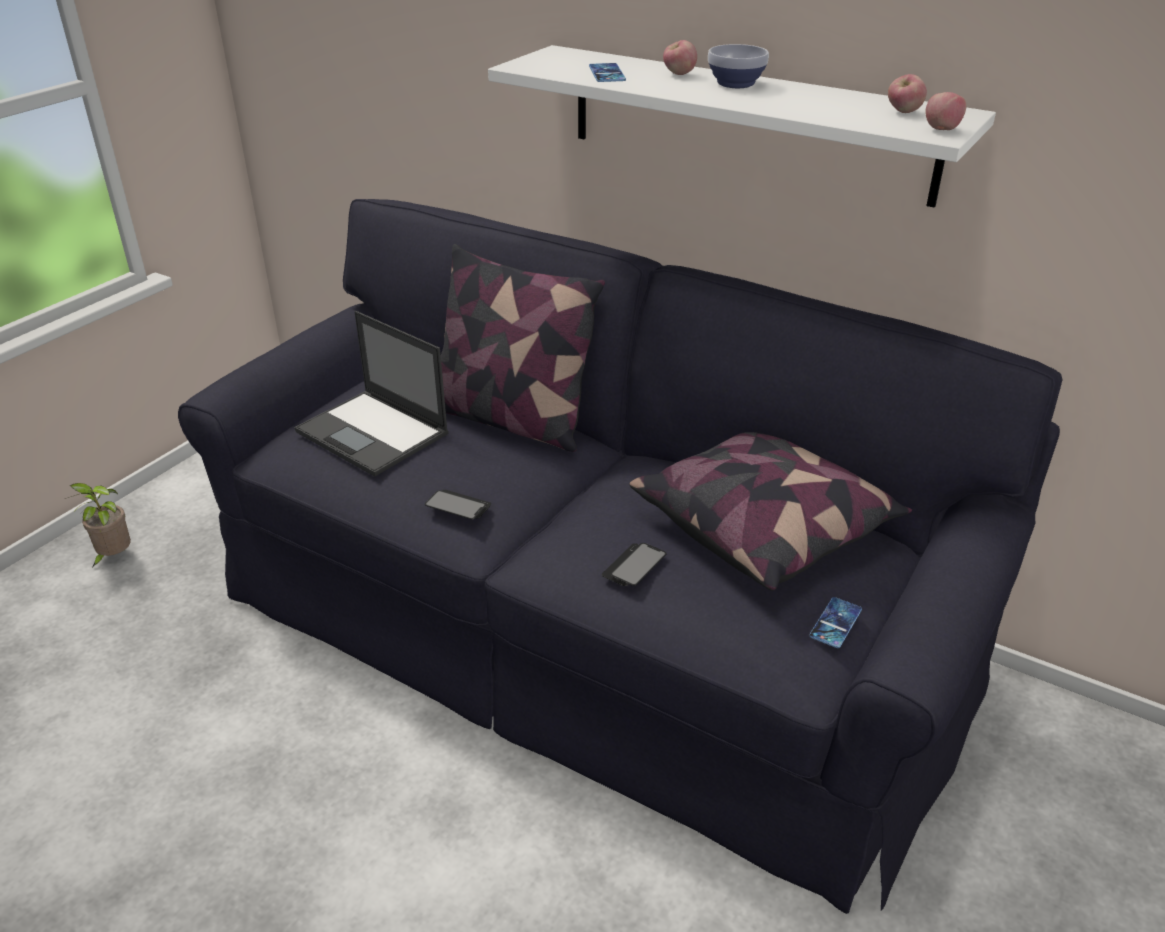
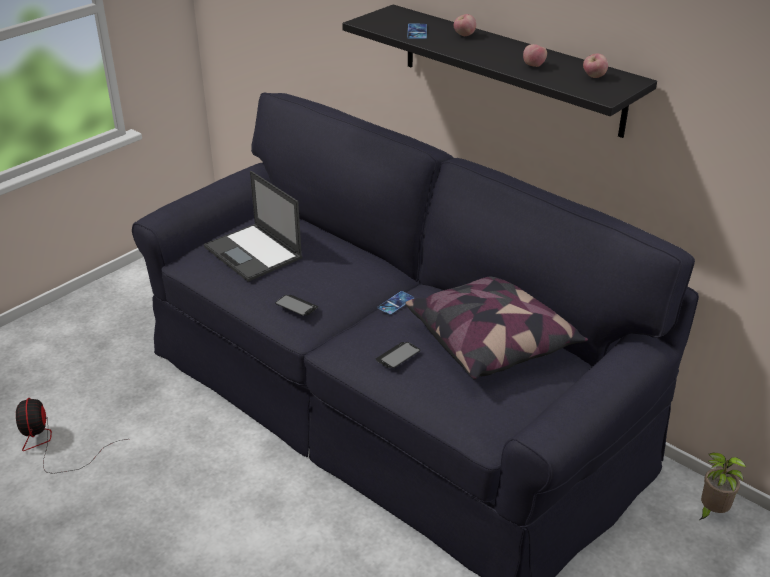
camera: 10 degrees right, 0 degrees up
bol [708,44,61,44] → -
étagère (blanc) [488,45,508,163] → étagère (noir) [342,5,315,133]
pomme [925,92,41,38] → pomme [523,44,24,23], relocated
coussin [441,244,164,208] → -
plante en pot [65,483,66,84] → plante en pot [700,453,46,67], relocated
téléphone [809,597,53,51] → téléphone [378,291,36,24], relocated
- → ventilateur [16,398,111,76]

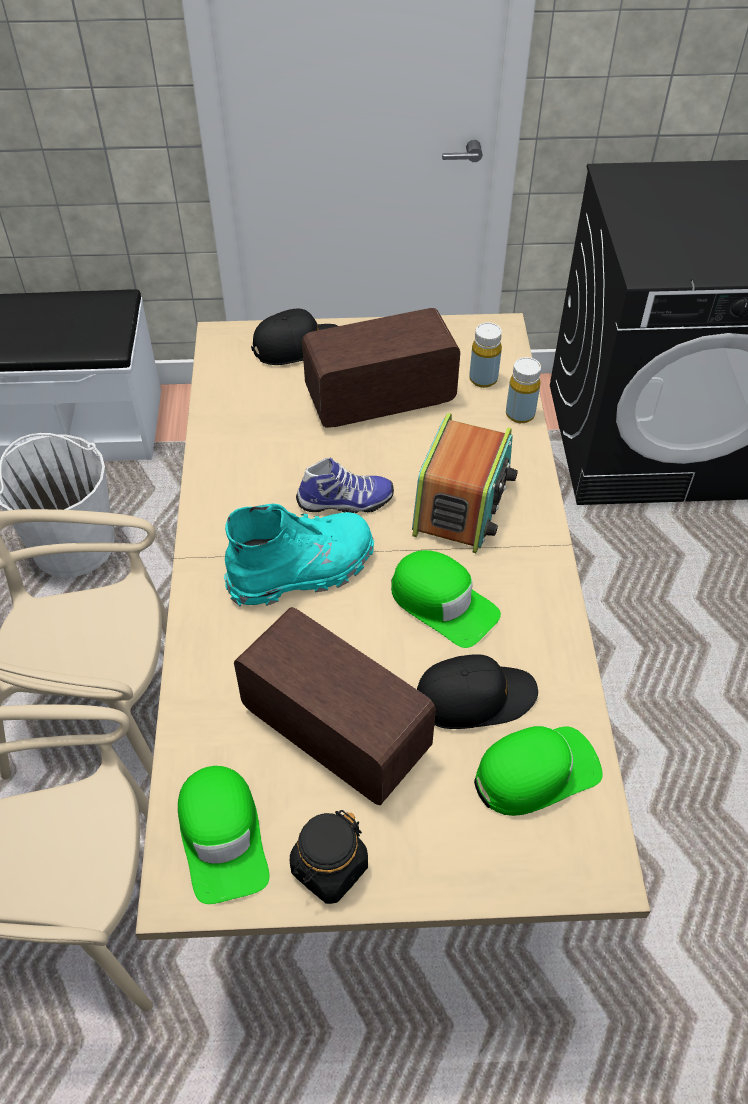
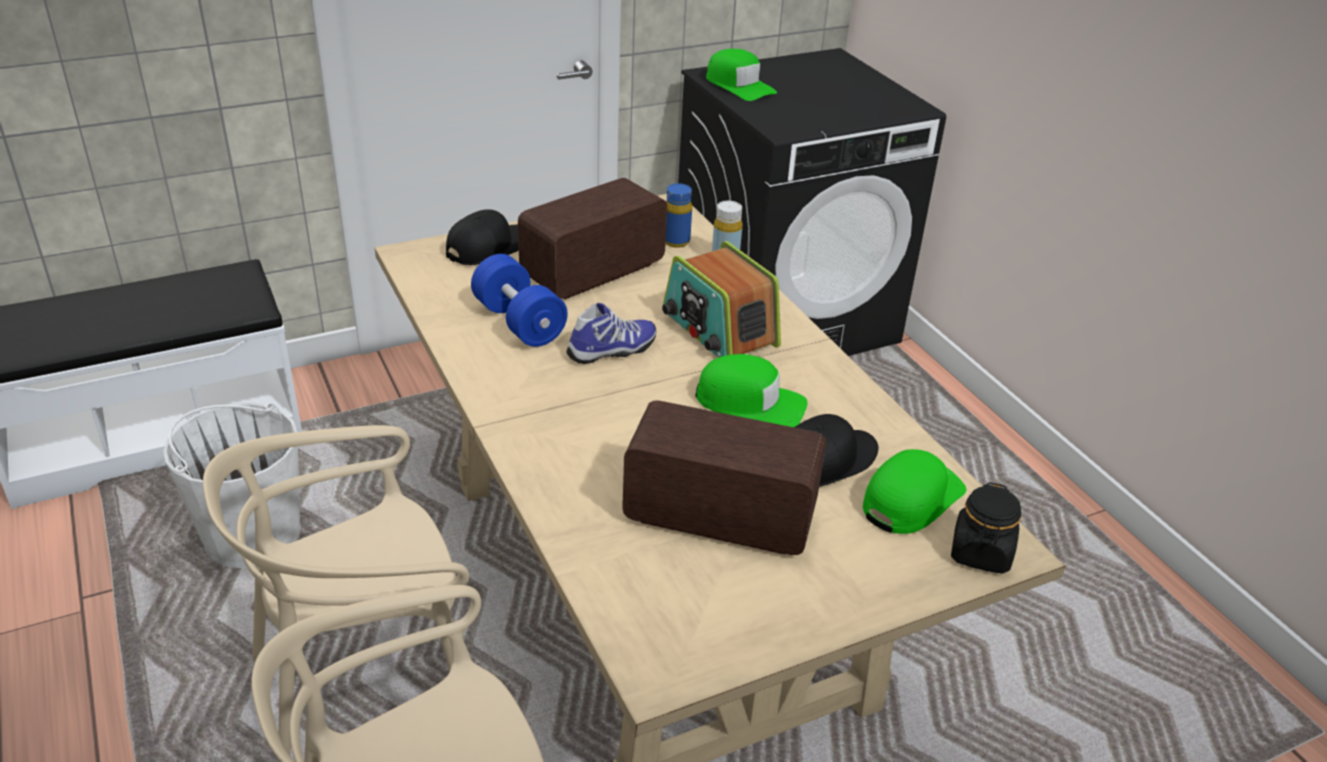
camera: 25 degrees left, 15 degrees down
bouteille (jaune) [469,322,33,66] → bouteille (bleu) [666,183,26,65]
radio [412,413,106,140] → radio [662,241,119,117], 150 degrees clockwise
botte (turquoise) [224,504,150,102] → -
casquette (vert) [178,766,91,138] → casquette (vert) [706,49,71,52], relocated
bocal (noir) [290,810,78,94] → bocal (noir) [951,482,70,92], relocated
- → haltère (bleu) [471,254,97,93]

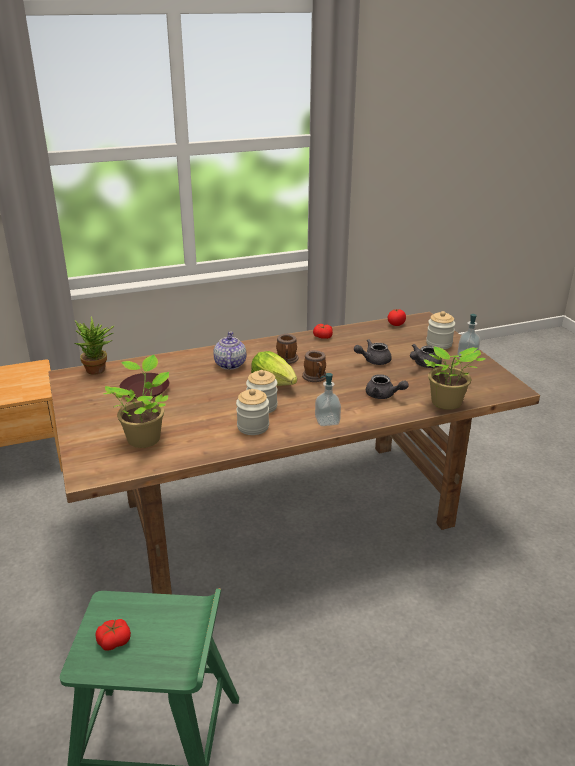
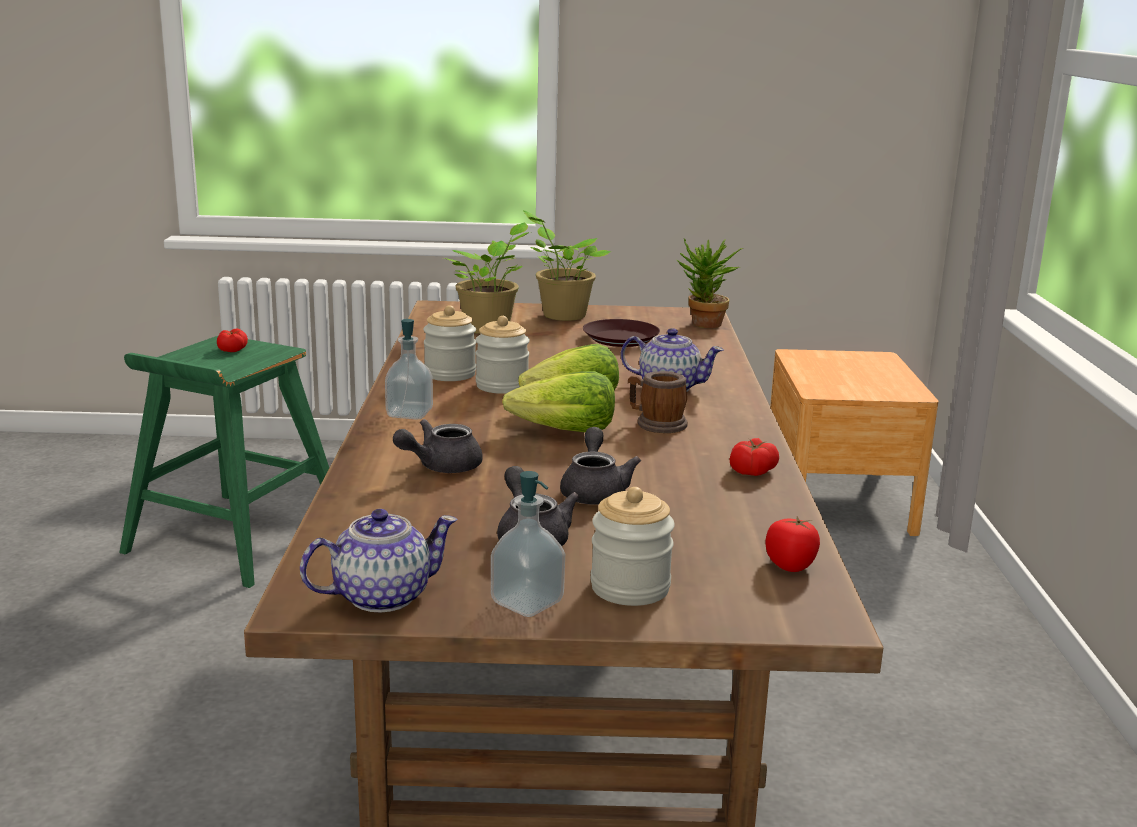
camera: 110 degrees right, 10 degrees down
plante en pot [424,347,61,63] → plante en pot [523,210,88,111], relocated
mug [302,350,24,32] → laitue [502,371,113,61]
- → théière [300,509,158,103]

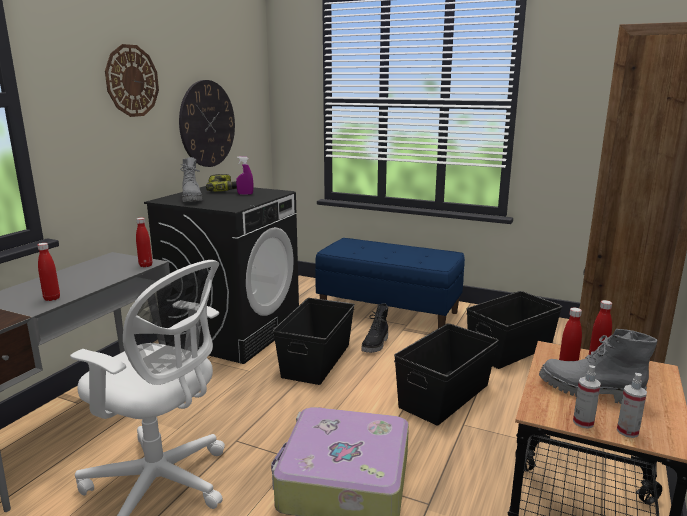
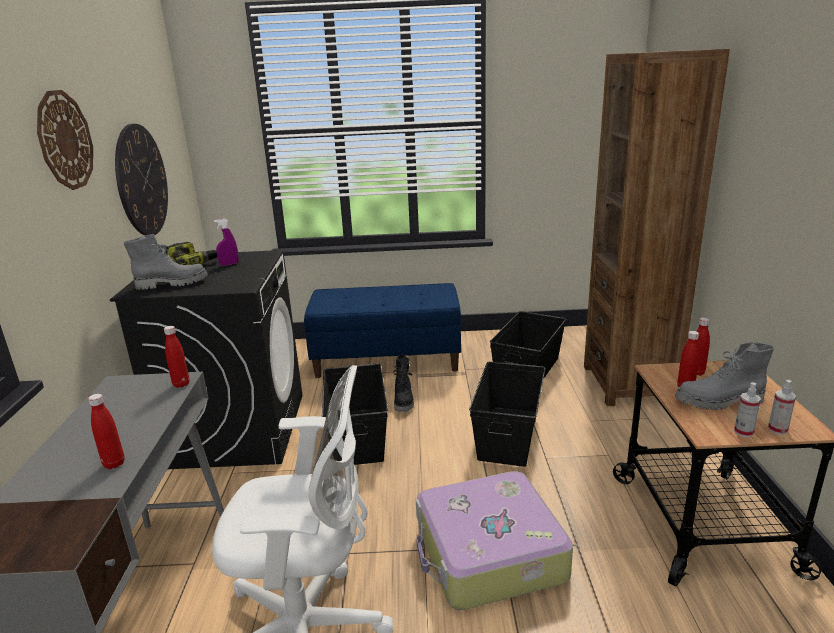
camera: 25 degrees left, 5 degrees up
botte (gris) [180,157,23,45] → botte (gris) [124,234,84,56], 60 degrees counterclockwise

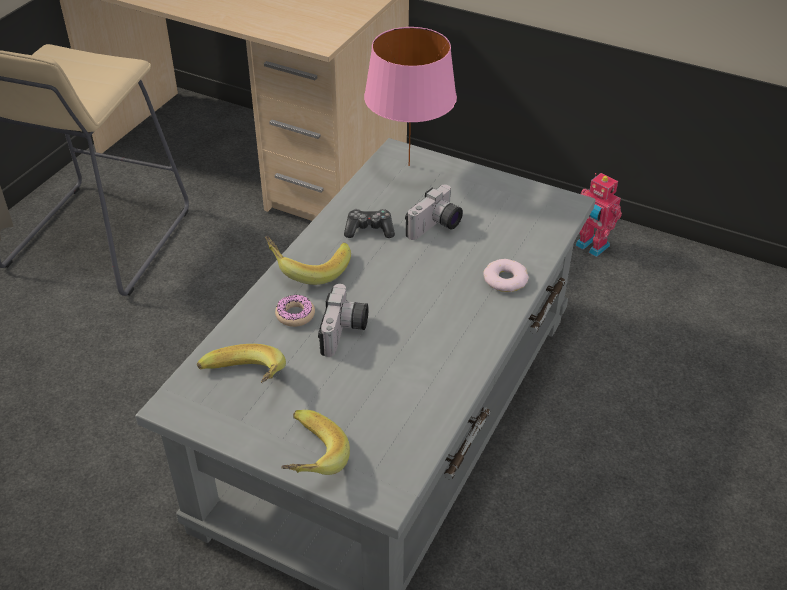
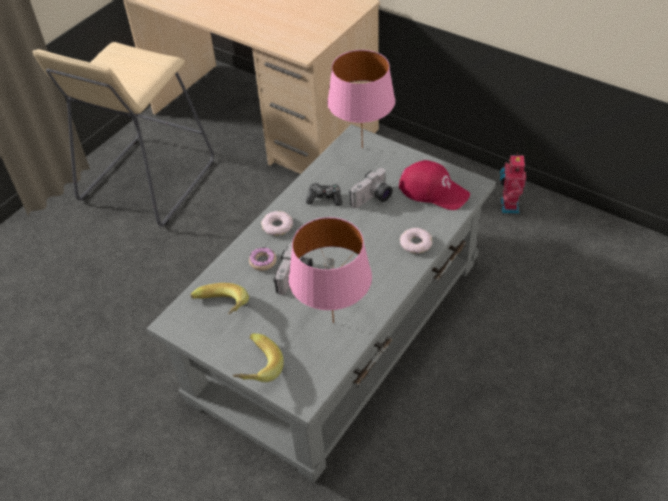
camera: 10 degrees right, 5 degrees up
robot jouet [575,173,47,84] → robot jouet [500,153,26,61], 45 degrees clockwise
banane [265,236,86,49] → beignet [261,211,32,25]
- → casquette (rouge) [399,160,71,50]
- → lampe de table (rose) [289,217,83,106]

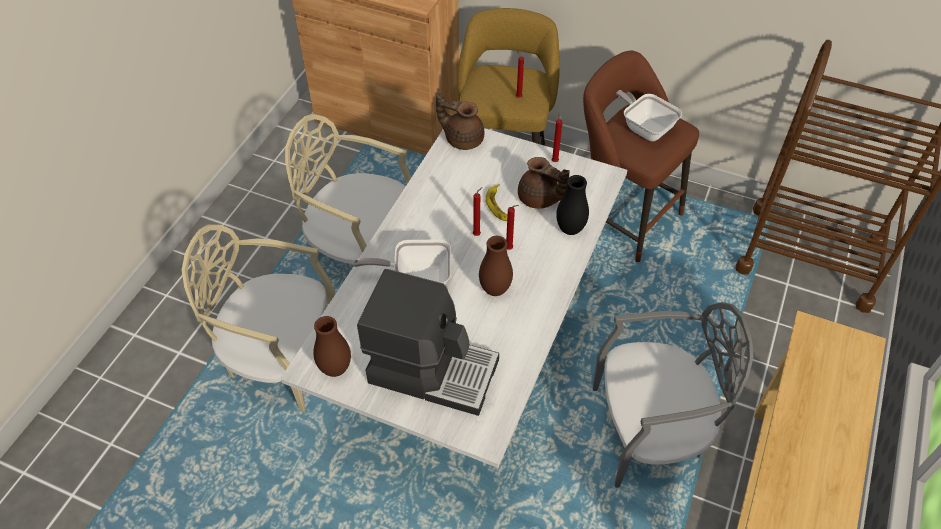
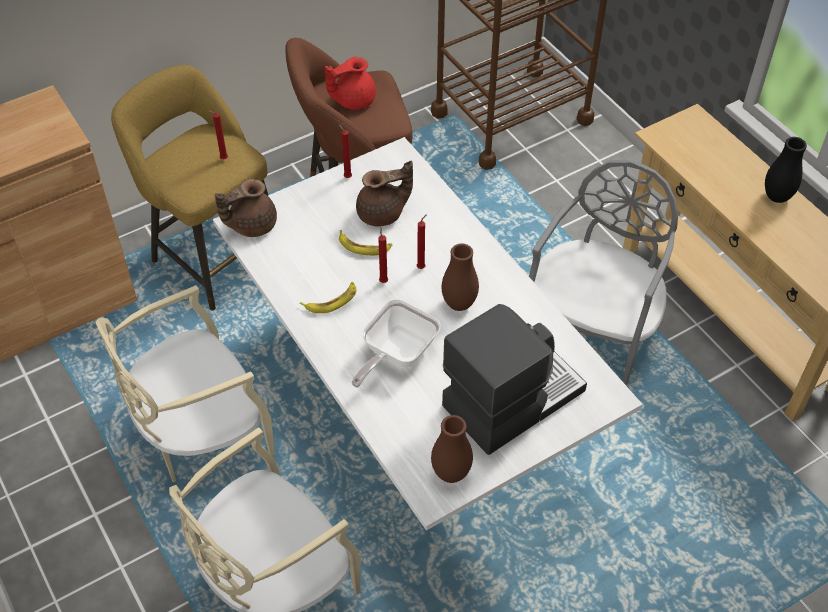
camera: 55 degrees left, 0 degrees up
poêle [616,90,66,51] → théière (rouge) [325,57,51,52]
vase (noir) [556,175,33,60] → vase (noir) [765,137,42,66], relocated
- → banane [300,282,56,31]

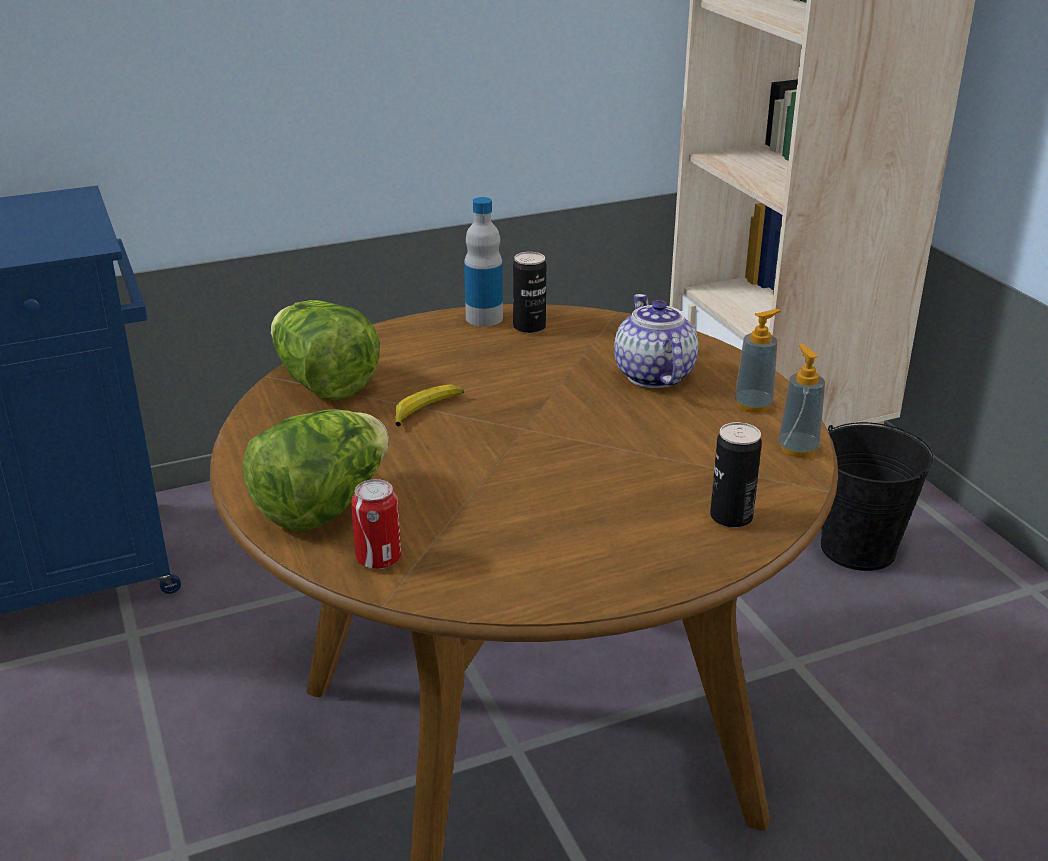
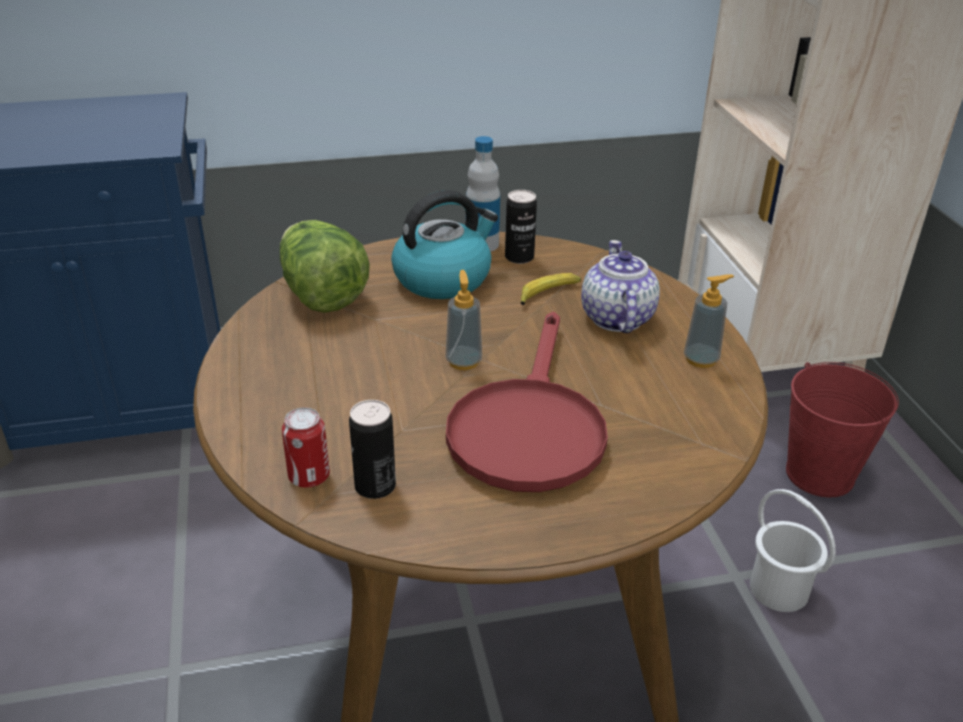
camera: 10 degrees right, 5 degrees up
distributeur de savon [778,344,47,113] → distributeur de savon [445,270,37,100], relocated
banane [395,384,69,42] → banane [521,273,60,32], relocated
laitue [243,410,146,122] → -
boîte métallique [710,422,52,106] → boîte métallique [349,400,47,99], relocated
seau (noir) [821,422,112,149] → seau (rouge) [786,362,113,135]
- → bouilloire [391,190,107,109]
- → poêle (rouge) [446,312,162,180]
- → seau (blanc) [750,489,86,123]

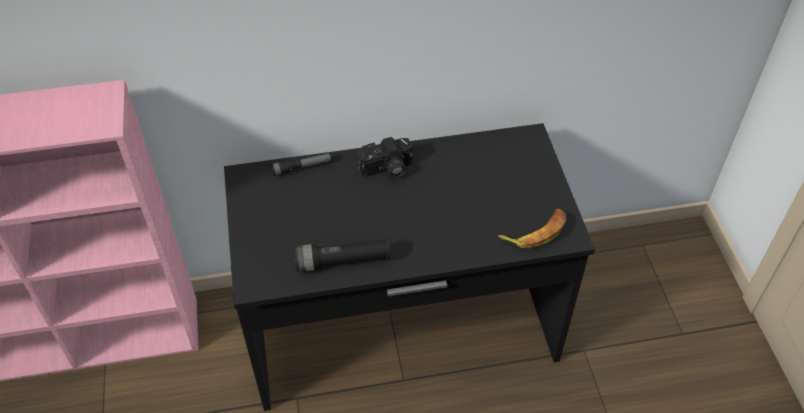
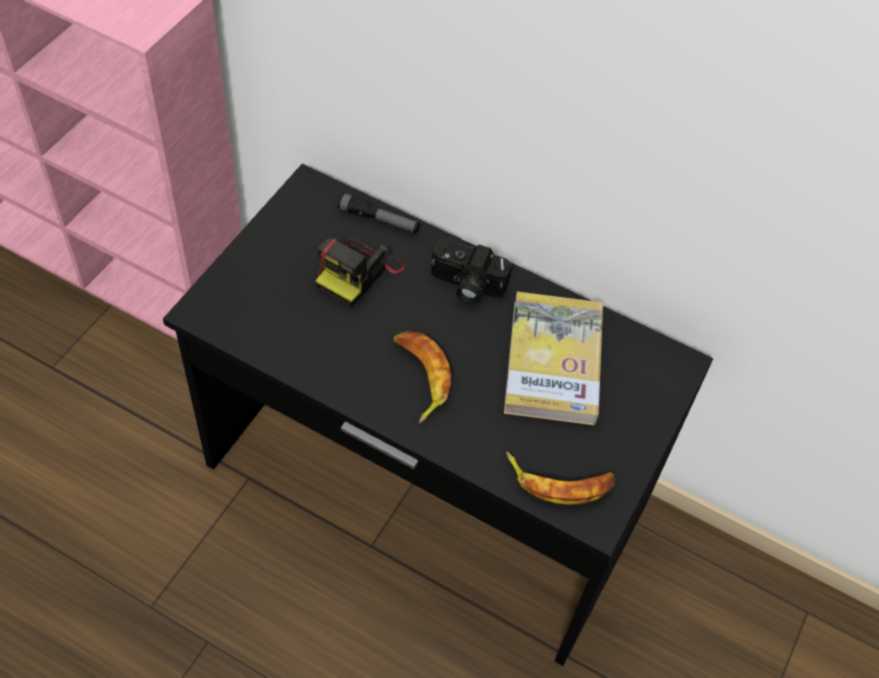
camera: 35 degrees right, 5 degrees up
lampe de poche (noir) [295,236,96,36] → -
- → appareil photo [316,238,89,69]
- → livre [504,292,99,133]
- → banane [394,330,57,93]

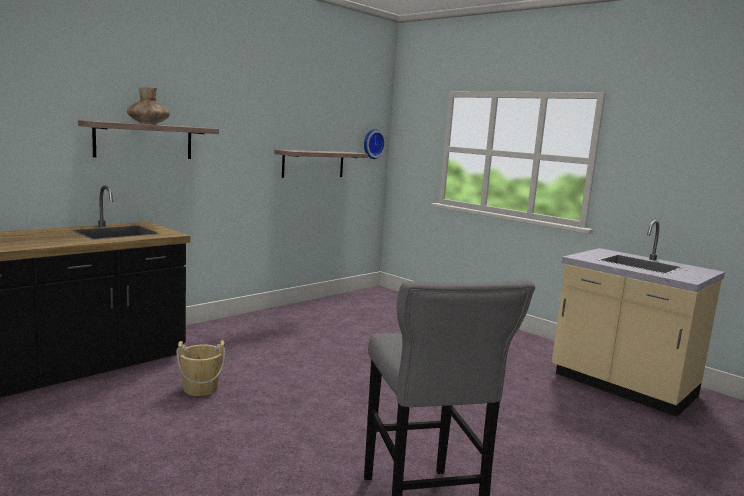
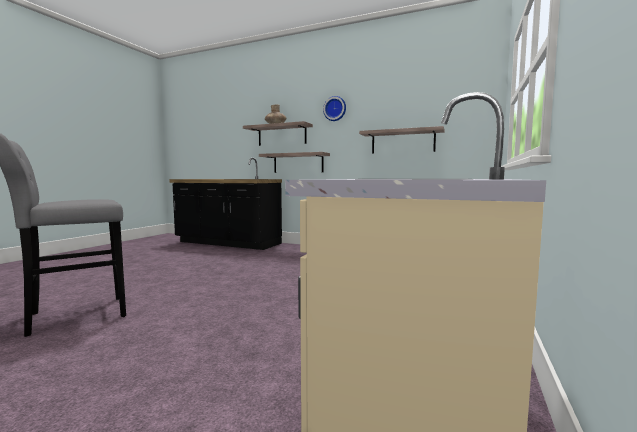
camera: 70 degrees right, 5 degrees down
horloge murale [364,129,22,30] → horloge murale [323,96,23,25], relocated
seau (beige) [176,340,49,56] → -
- → étagère [259,152,71,21]

